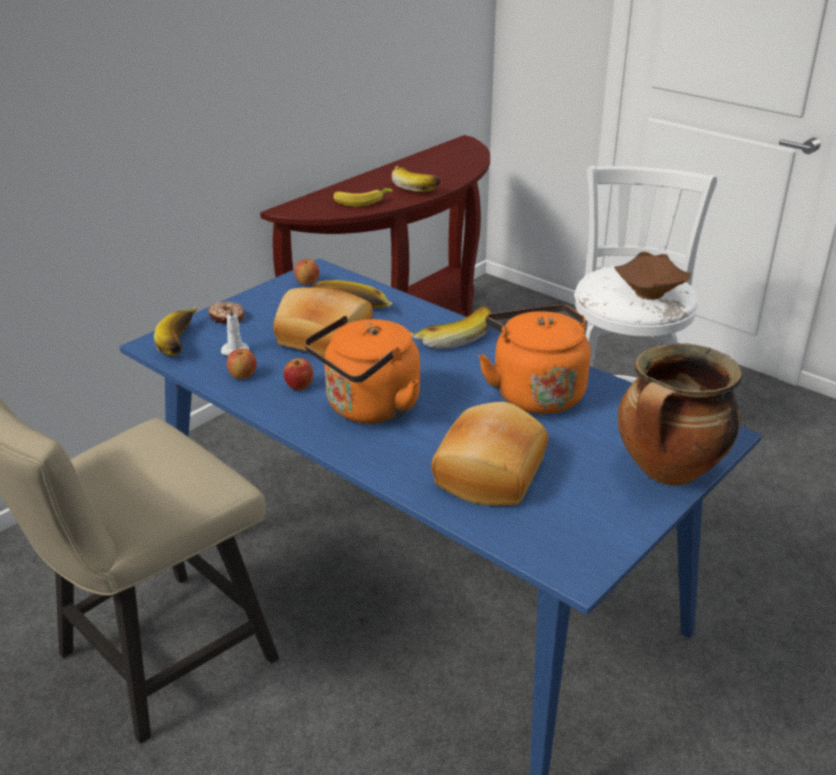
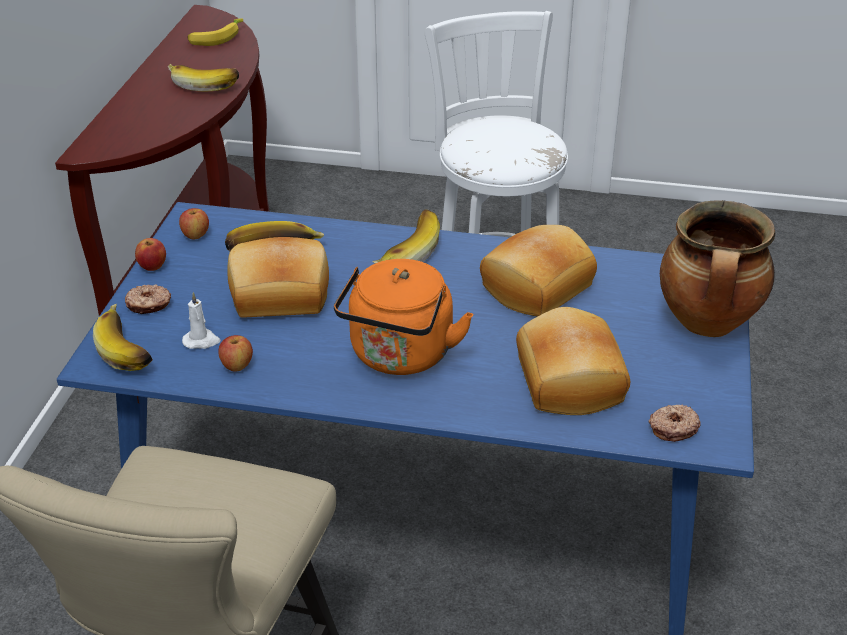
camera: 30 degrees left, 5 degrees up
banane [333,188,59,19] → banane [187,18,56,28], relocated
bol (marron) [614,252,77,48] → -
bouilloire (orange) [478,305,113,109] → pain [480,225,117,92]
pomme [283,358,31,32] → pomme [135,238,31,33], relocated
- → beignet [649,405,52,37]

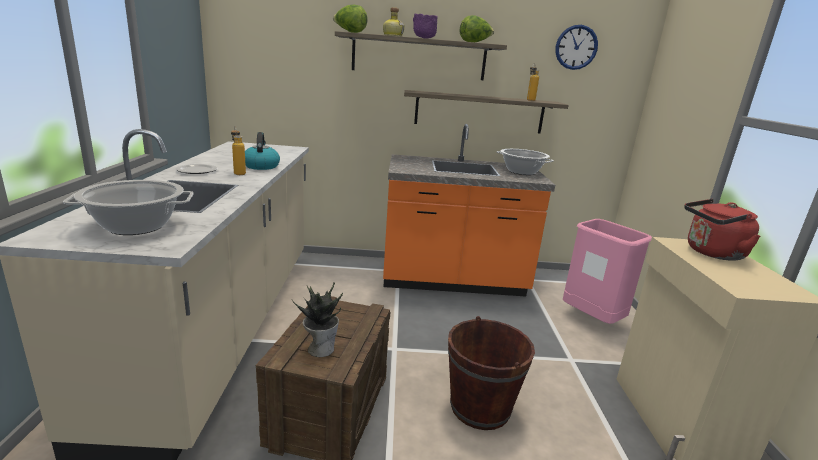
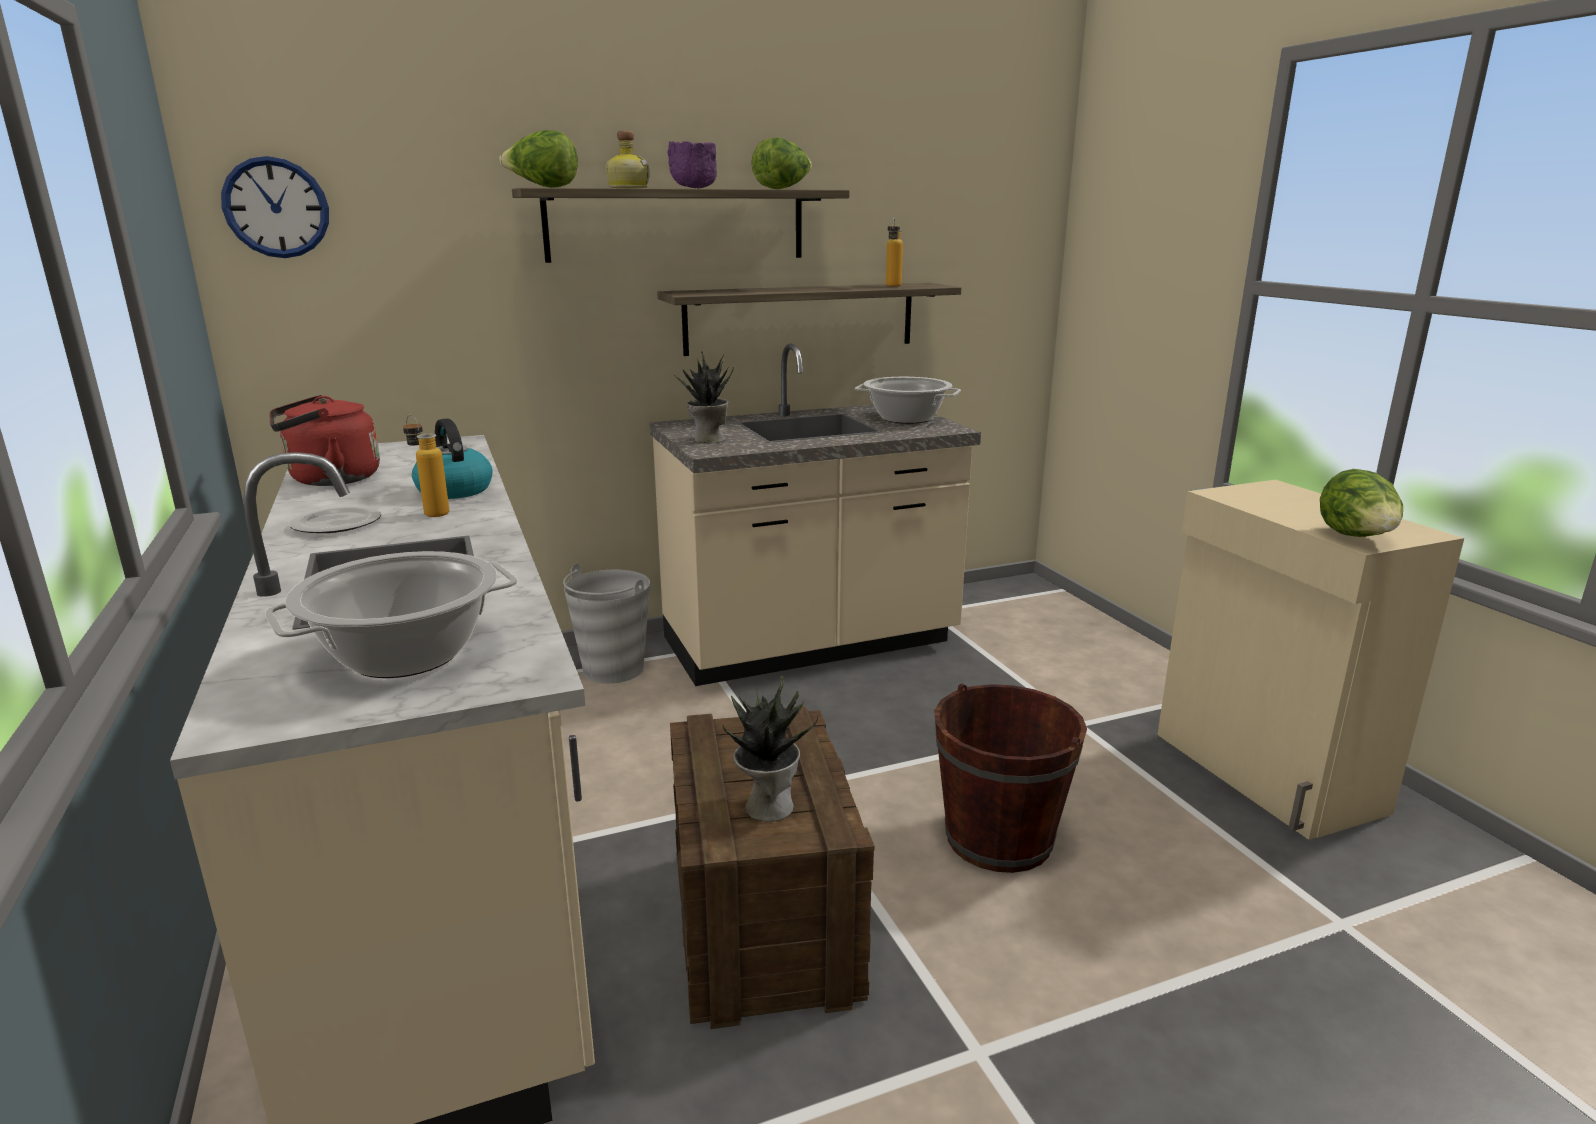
camera: 20 degrees left, 0 degrees up
horloge murale [555,25,43,45] → horloge murale [221,156,108,102], relocated
comptoir de cuisine (orange) [383,124,172,172] → comptoir de cuisine (beige) [649,343,332,343]
bouilloire (rouge) [684,199,77,62] → bouilloire (rouge) [270,395,110,91], relocated
poubelle (rose) [563,219,89,105] → -
- → plante en pot [674,351,60,93]
- → laitue [1320,469,83,68]
- → seau (gris) [563,564,87,120]

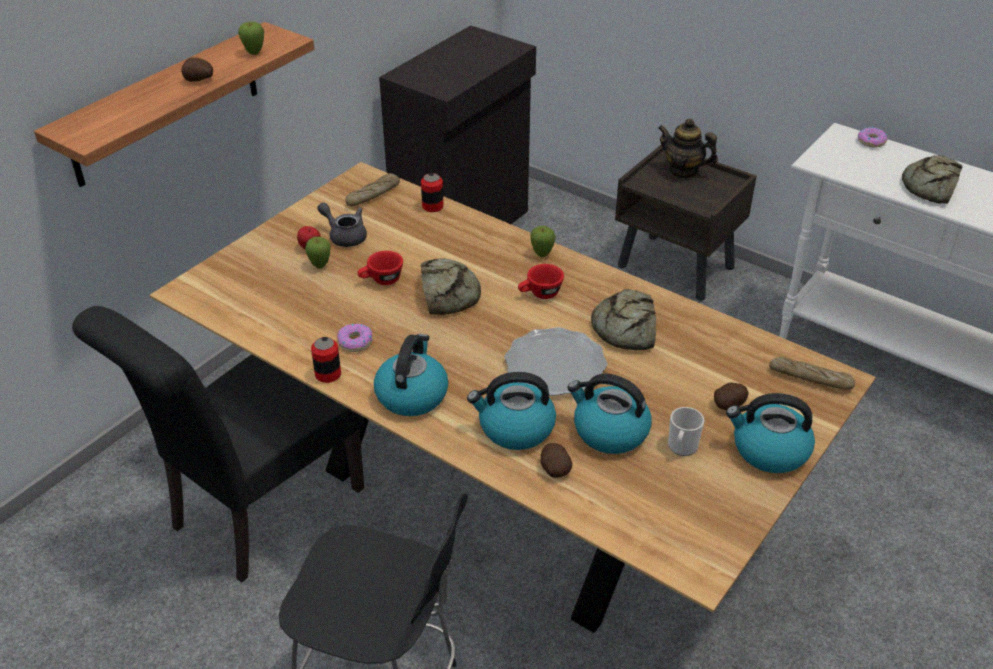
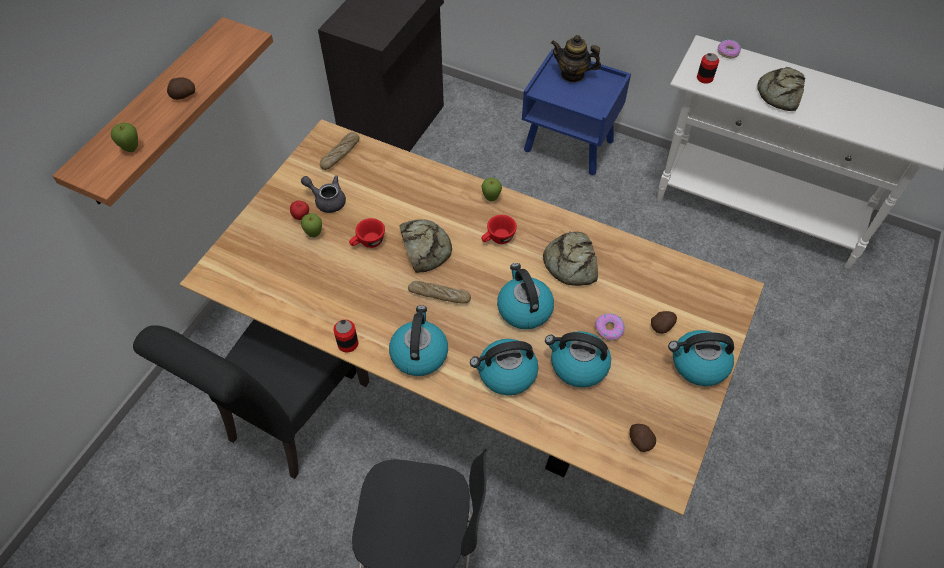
camera: 10 degrees left, 15 degrees up
pomme [238,22,26,33] → pomme [111,123,27,29], relocated
table de chevet (marron) [615,145,142,156] → table de chevet (bleu) [522,49,109,126]
boîte métallique [421,173,23,39] → boîte métallique [697,53,22,31], relocated
beignet [337,324,36,28] → beignet [595,313,30,28], relocated
assiette [504,327,103,69] → bouilloire [497,263,57,66]
pain [769,356,86,34] → pain [408,281,63,23], relocated
mug [668,407,36,49] → -
pomme de terre [541,443,31,35] → pomme de terre [630,424,26,28], relocated

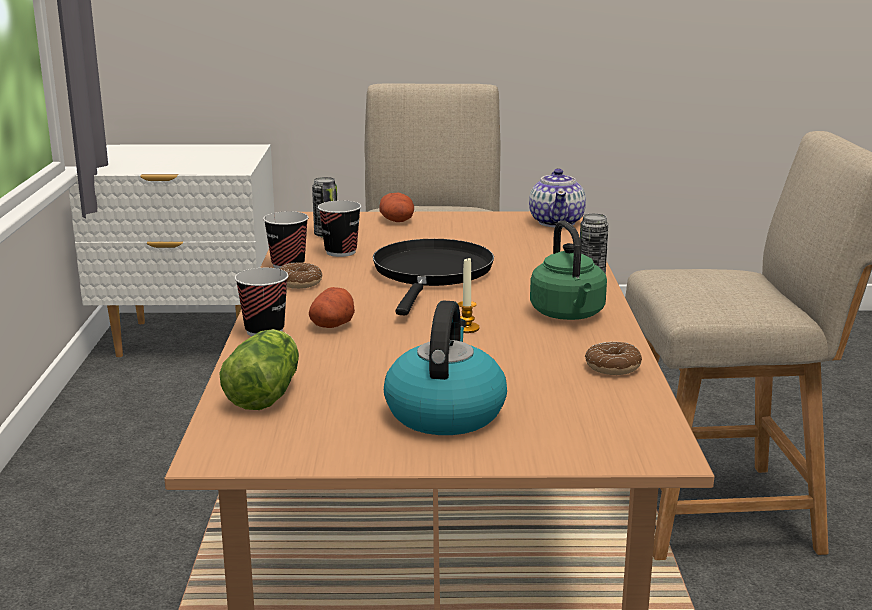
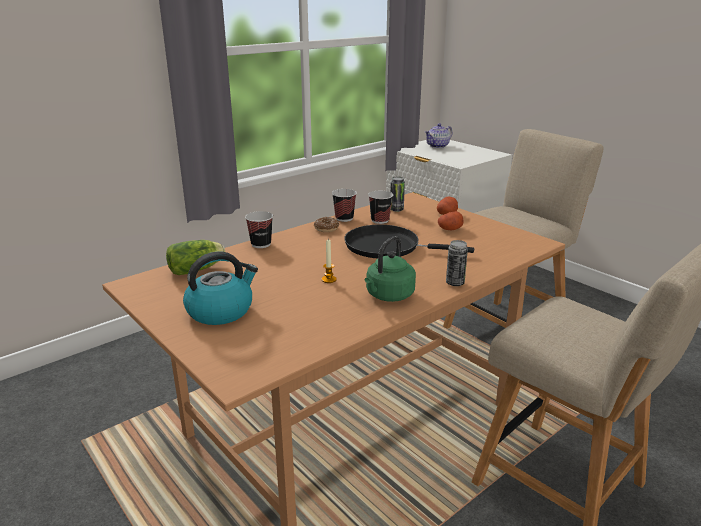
camera: 50 degrees right, 5 degrees up
théière [529,169,57,59] → théière [425,123,27,25], relocated
poêle (noir) [373,239,121,76] → poêle (noir) [344,225,130,34], 135 degrees counterclockwise
pomme de terre [309,287,46,41] → pomme de terre [438,211,26,19], relocated
beignet [585,342,57,33] → -

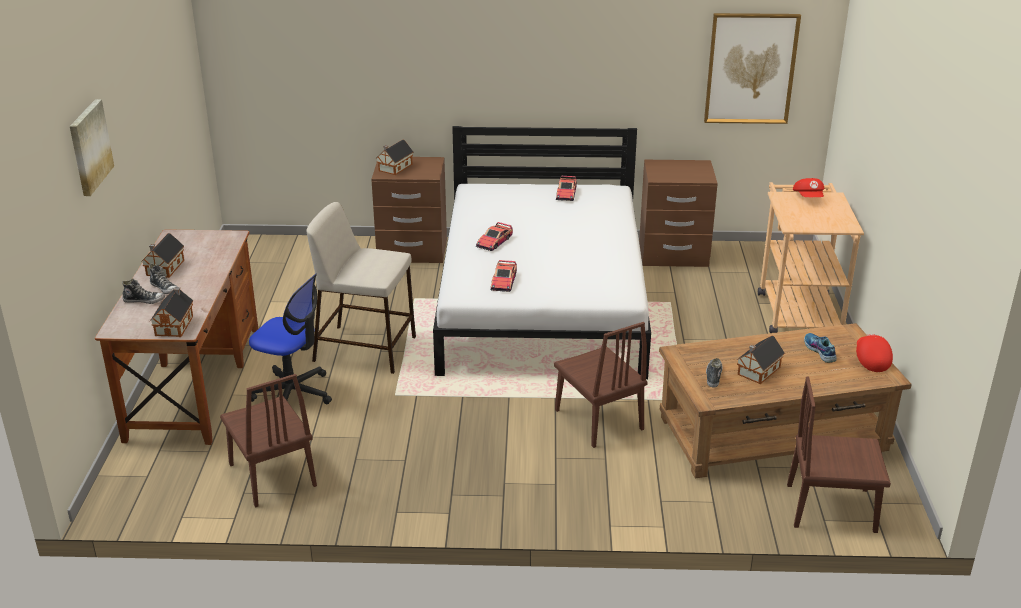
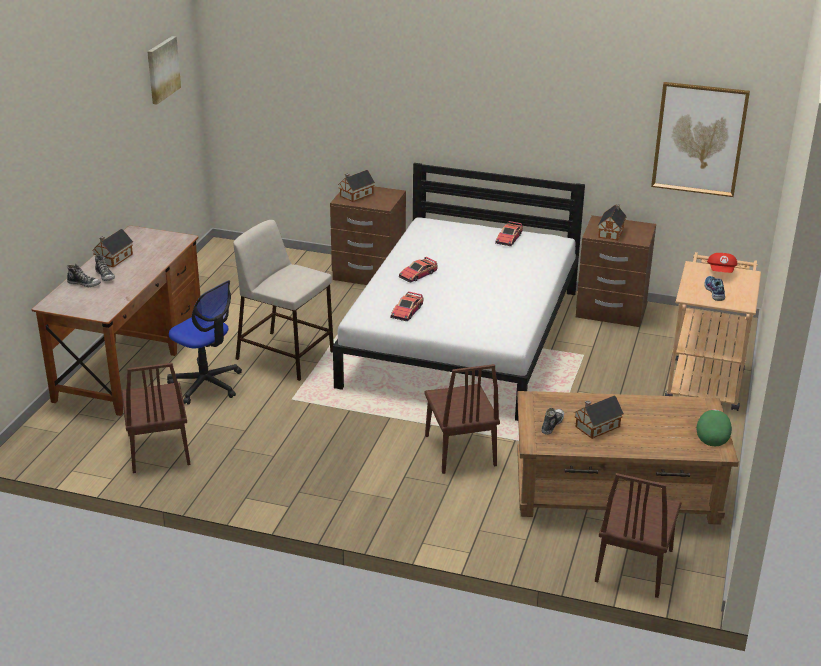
camera: 15 degrees right, 0 degrees up
tableau [70,99,44,97] → tableau [147,36,34,68], relocated
maison miniature [150,287,43,50] → maison miniature [598,204,29,37], relocated
chaussure [804,333,33,30] → chaussure [704,276,21,25], relocated
casquette (rouge) [856,334,37,38] → casquette (vert) [696,409,36,37]
chaise (marron) [787,376,104,157] → chaise (marron) [595,473,86,125], 90 degrees counterclockwise

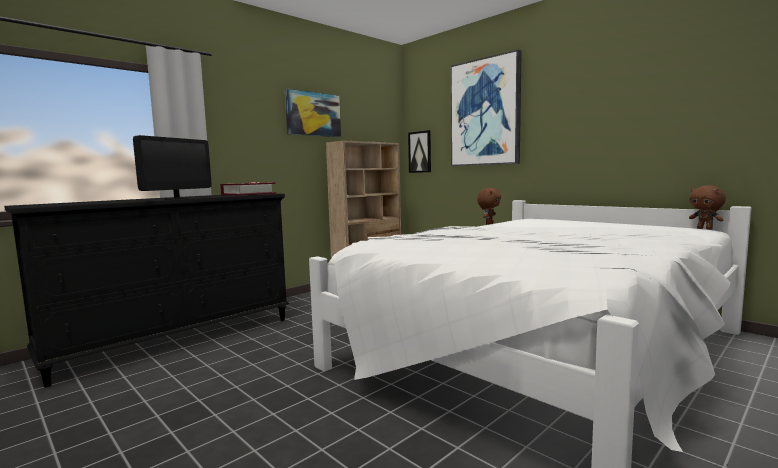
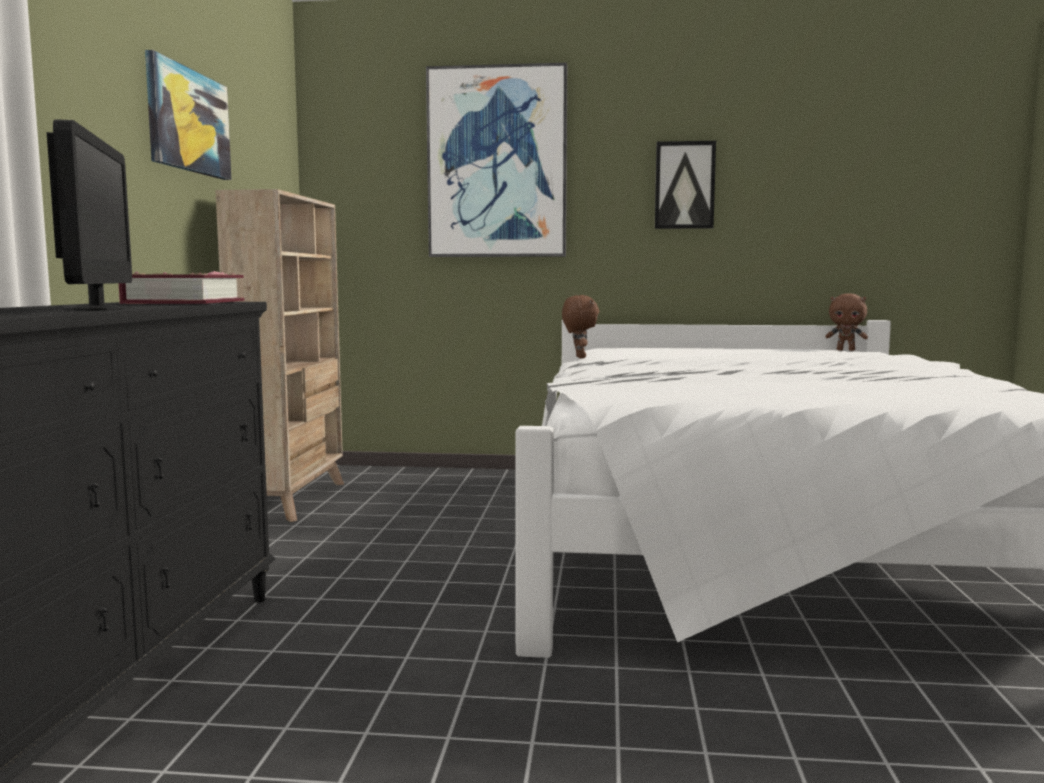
camera: 40 degrees left, 0 degrees up
tableau [408,130,23,43] → tableau [655,141,61,88], relocated

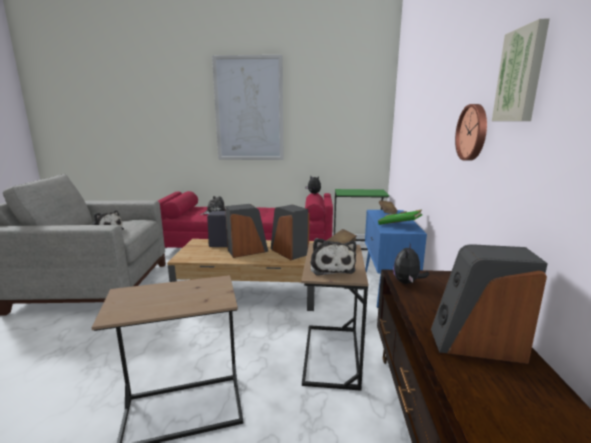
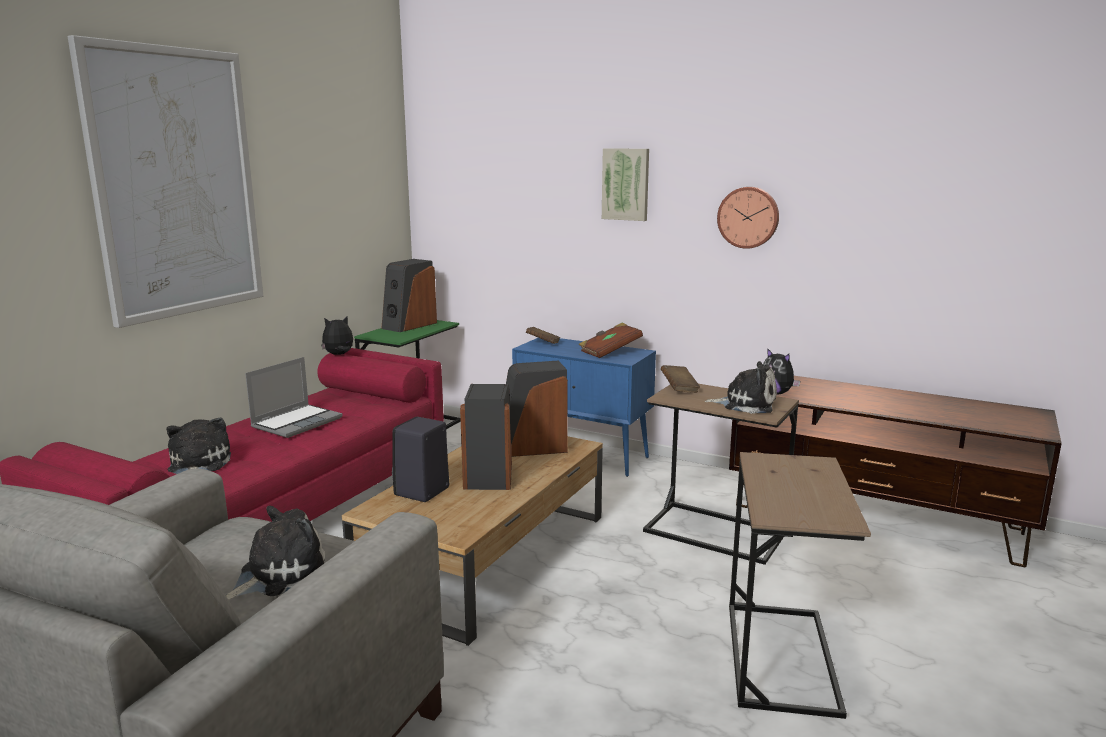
camera: 65 degrees left, 0 degrees up
tableau [492,19,58,102] → tableau [602,148,47,73], relocated
livre (vert) [378,210,44,15] → livre (marron) [579,323,64,35]
enceinte [431,244,117,120] → enceinte [381,259,56,73], relocated
- → ordinateur portable [245,357,98,81]

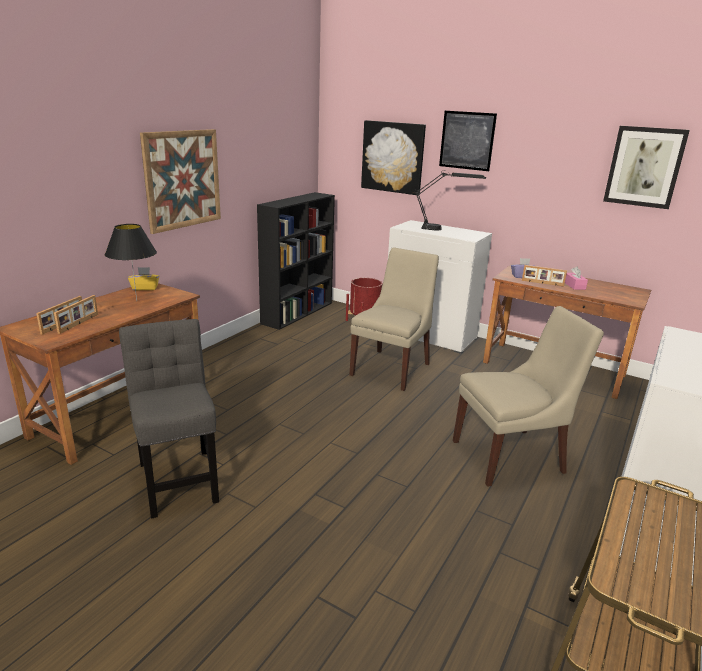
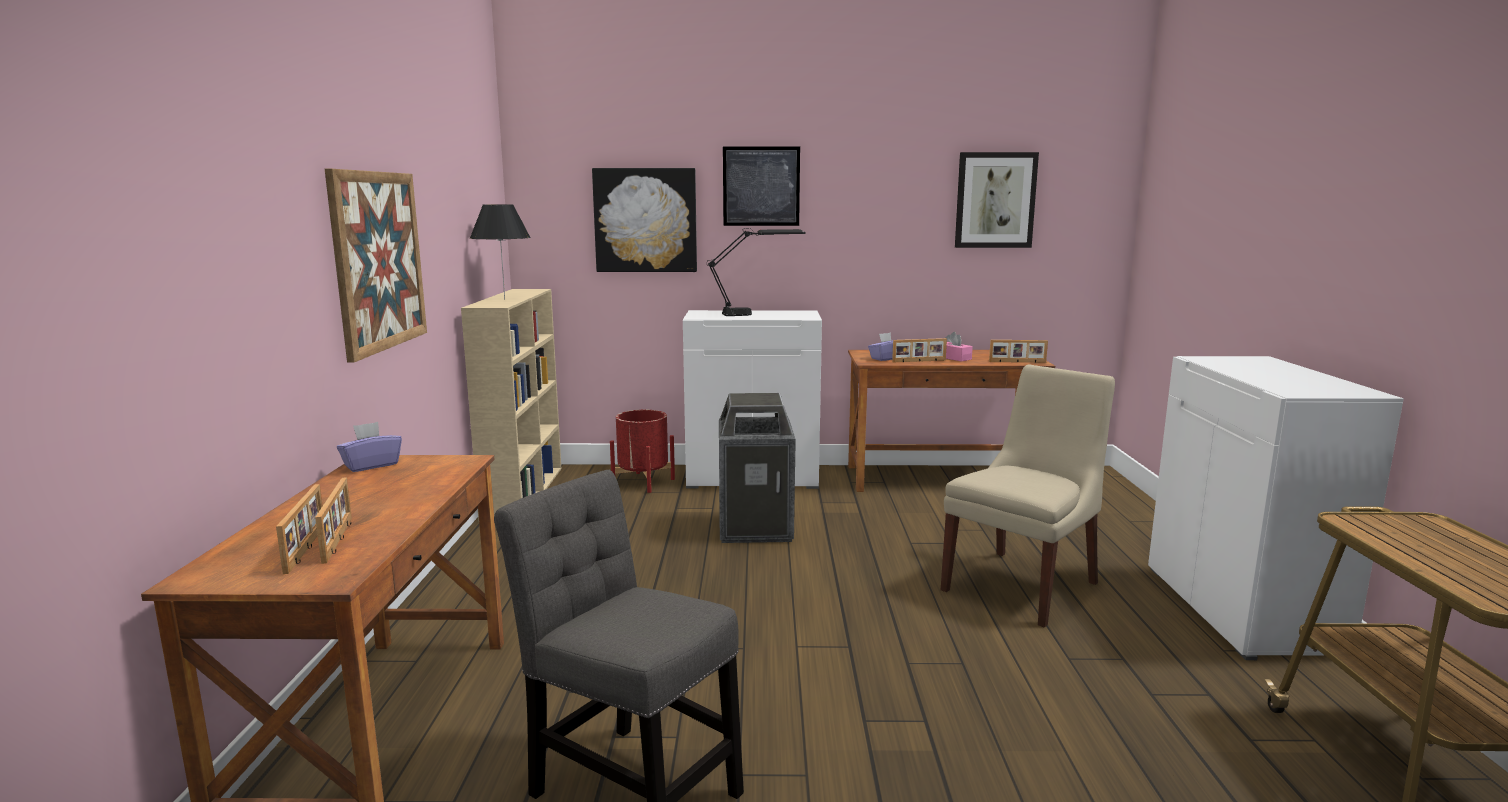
camera: 30 degrees left, 10 degrees down
bibliothèque (noir) [257,192,78,138] → bibliothèque (beige) [461,289,101,232]
lampe de table (noir) [105,224,52,76] → lampe de table (noir) [470,204,61,95], relocated
chaise (beige) [350,247,89,144] → poubelle [719,393,77,150]
boîte à mouchoirs (jaune) [128,267,31,23] → boîte à mouchoirs (violet) [337,422,65,50]
- → cadre photo [989,340,59,23]

